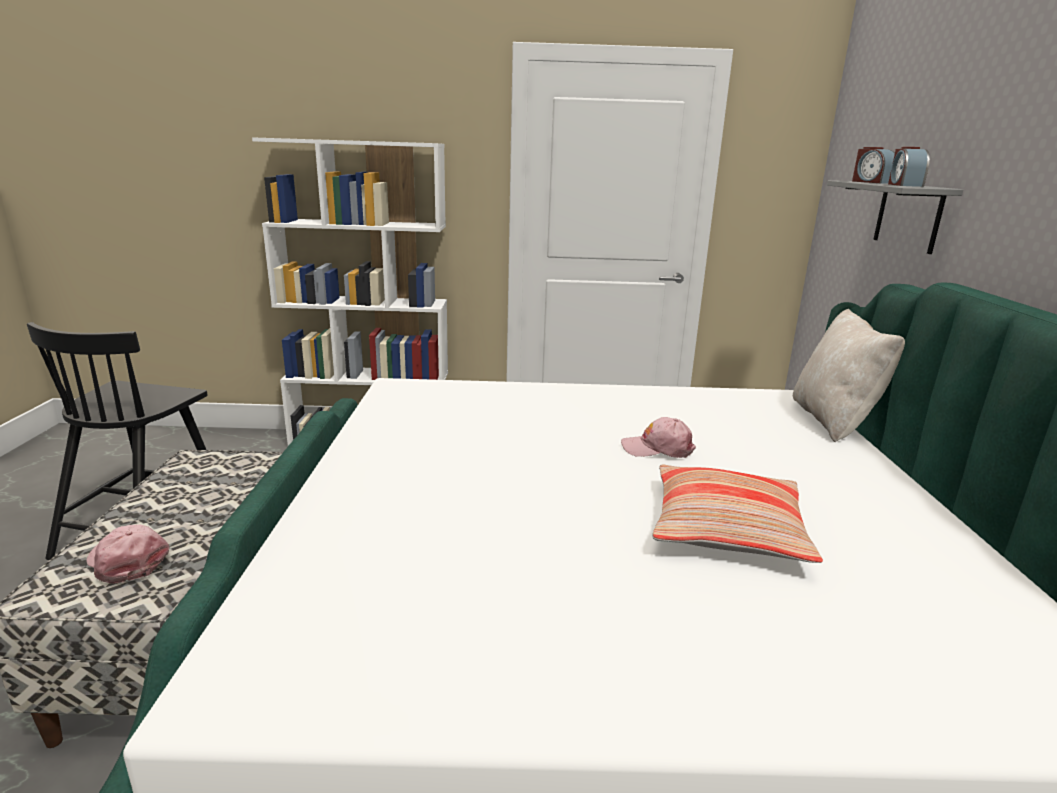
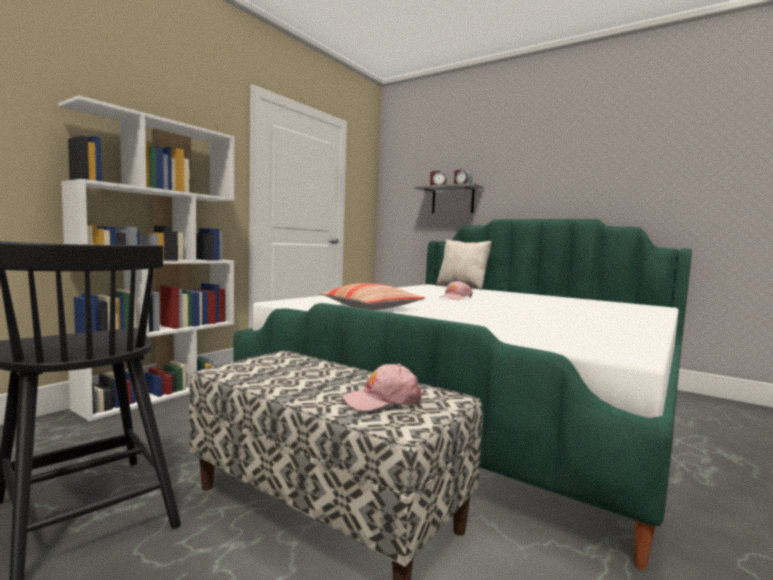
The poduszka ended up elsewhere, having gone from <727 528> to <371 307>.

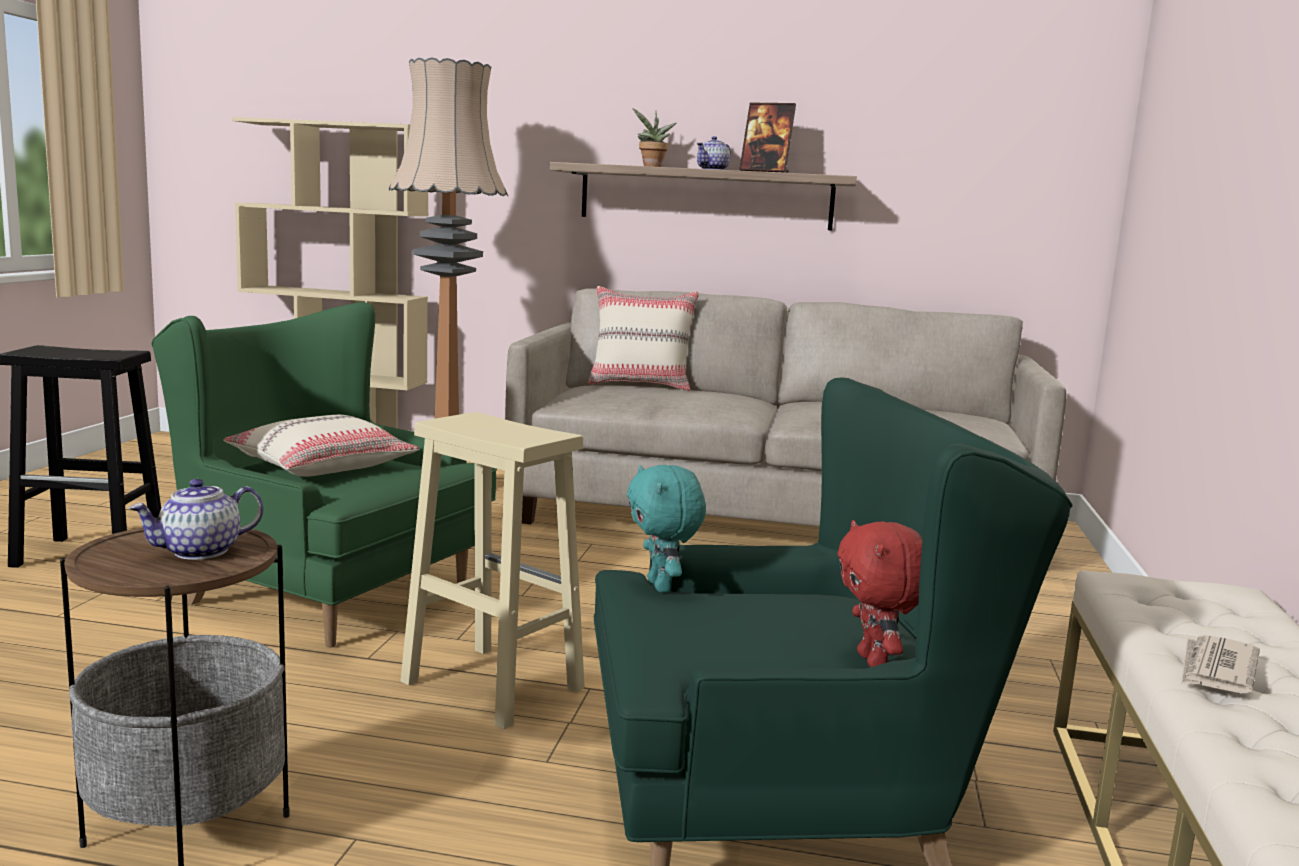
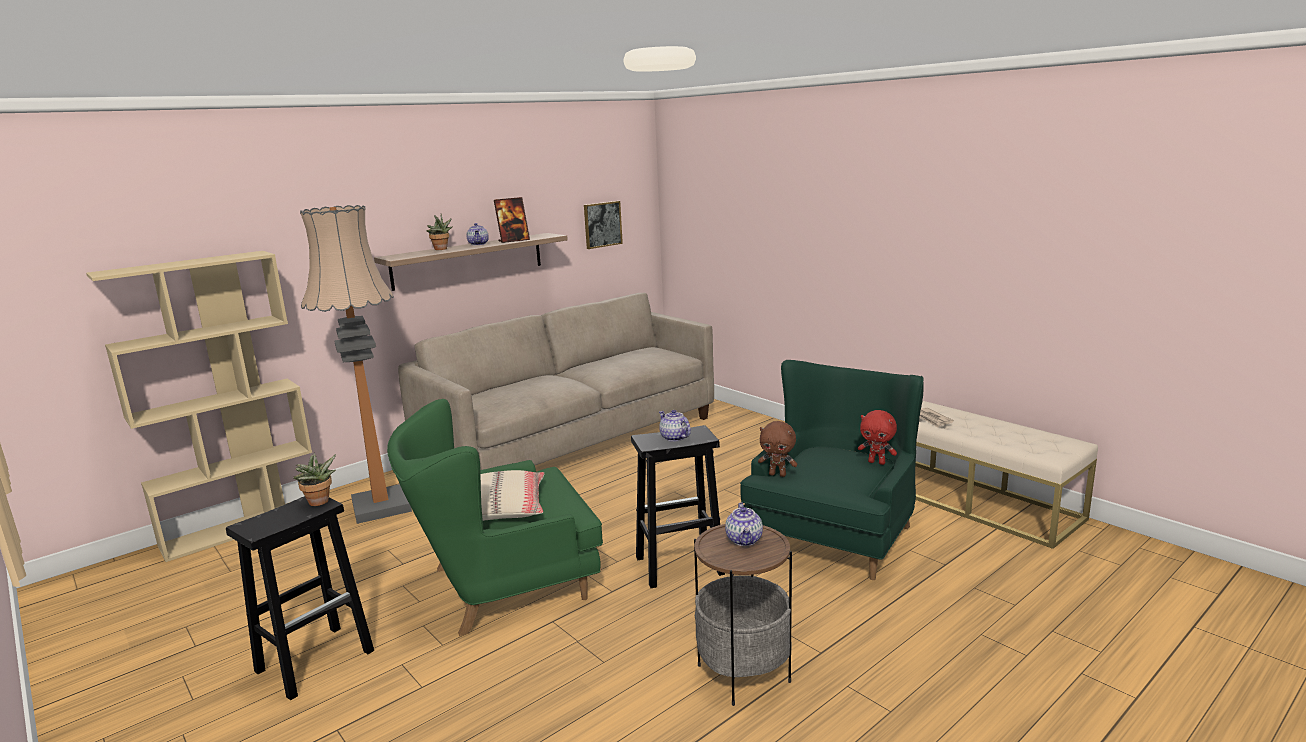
The second view lost the poduszka [beżowy] at <641 385>.
What was the stołek [beżowy] at <490 684> turned into the stołek [czarny] at <678 566>.
What was the pluszak [turkusowy] at <662 586> turned into the pluszak [brązowy] at <778 474>.
The second view gained the obraz at <602 224>.
The second view gained the imbryk at <674 437>.
The second view gained the roślina doniczkowa at <319 503>.

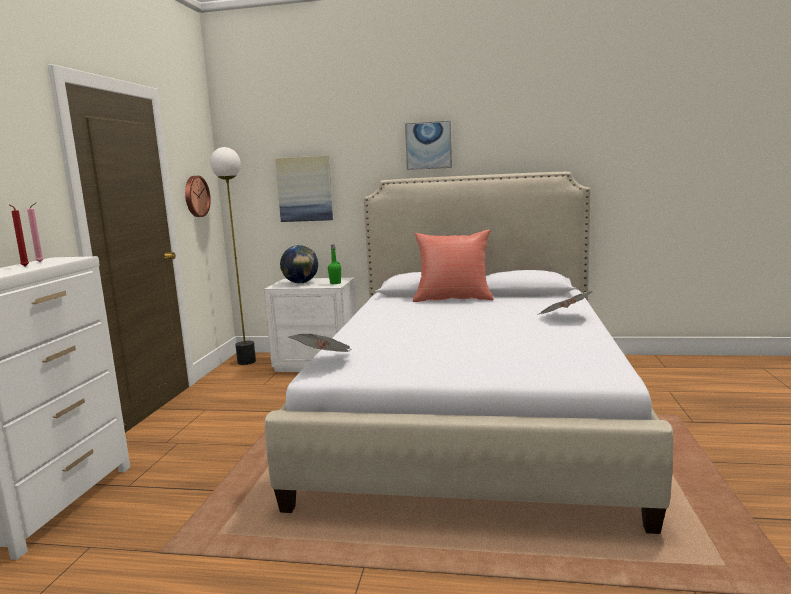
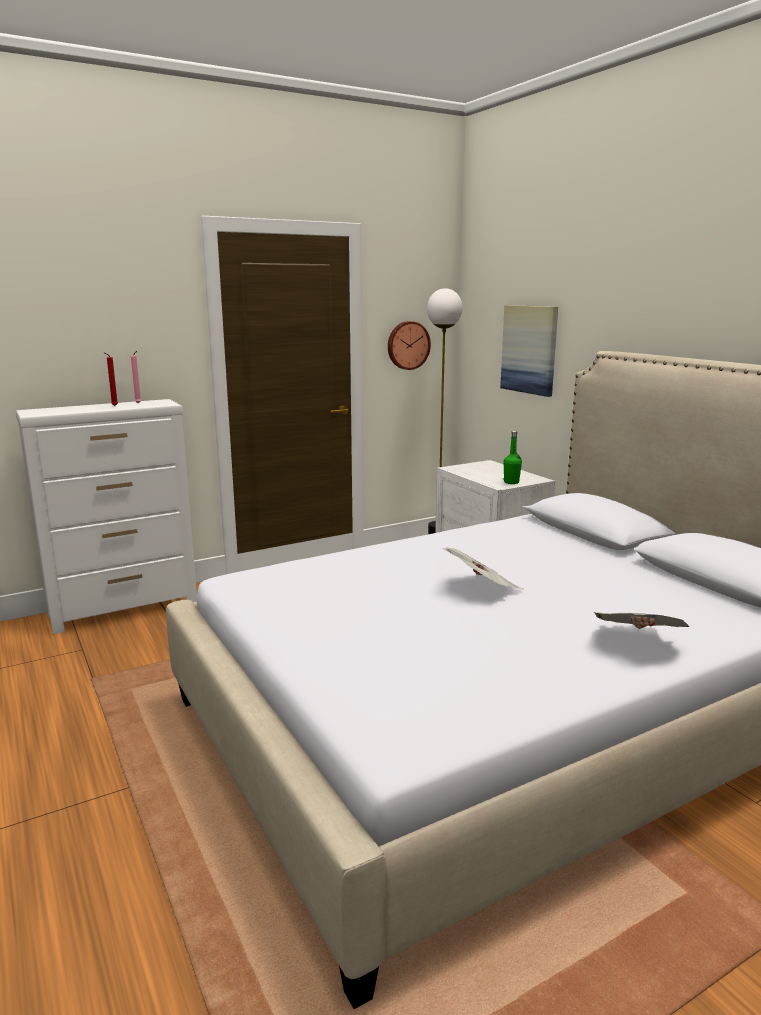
The second view lost the obraz at <428 145>.
The second view lost the poduszka [czerwony] at <453 298>.
The second view lost the globus at <300 283>.
The gazeta ended up elsewhere, having gone from <324 360> to <482 588>.

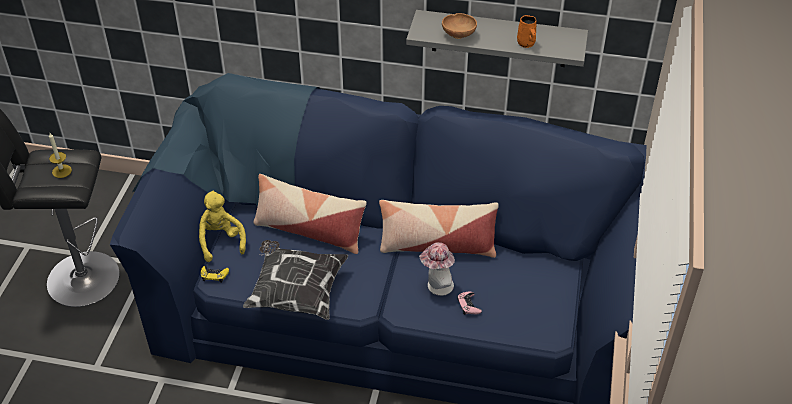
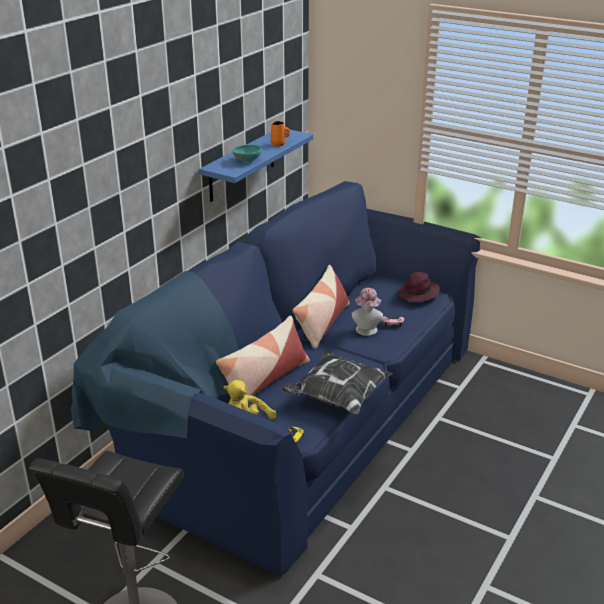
What was the półka [szary] at <499 39> turned into the półka [niebieski] at <242 165>.
What was the miska [brązowy] at <459 34> turned into the miska [turkusowy] at <247 160>.
The second view lost the świeca at <62 171>.
The second view gained the kapelusz [fioletowy] at <418 294>.

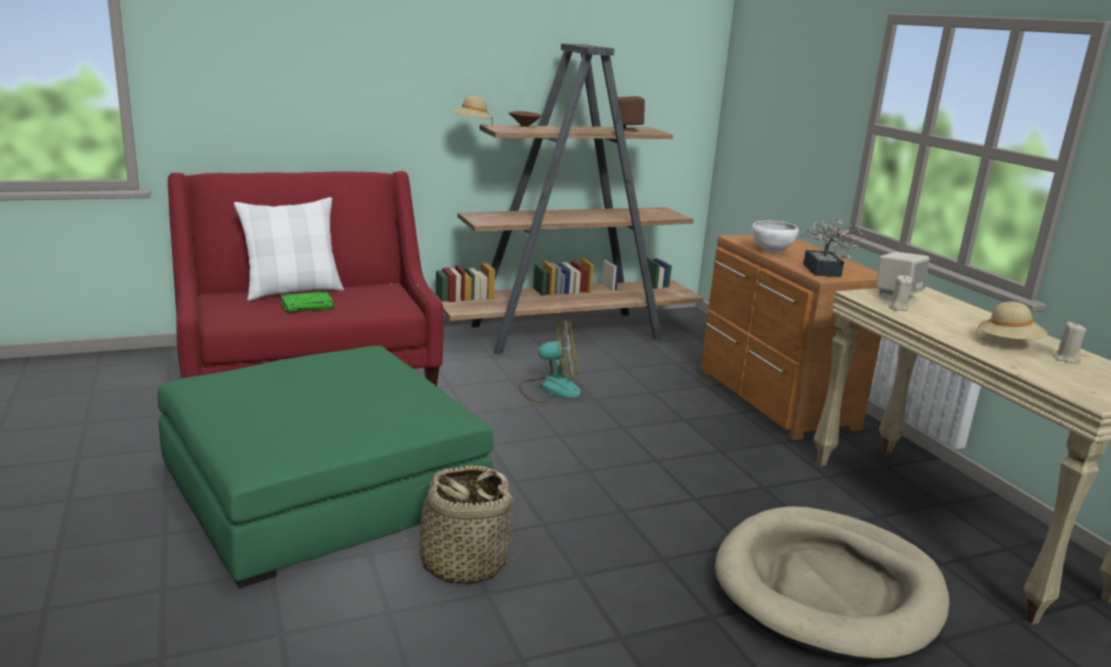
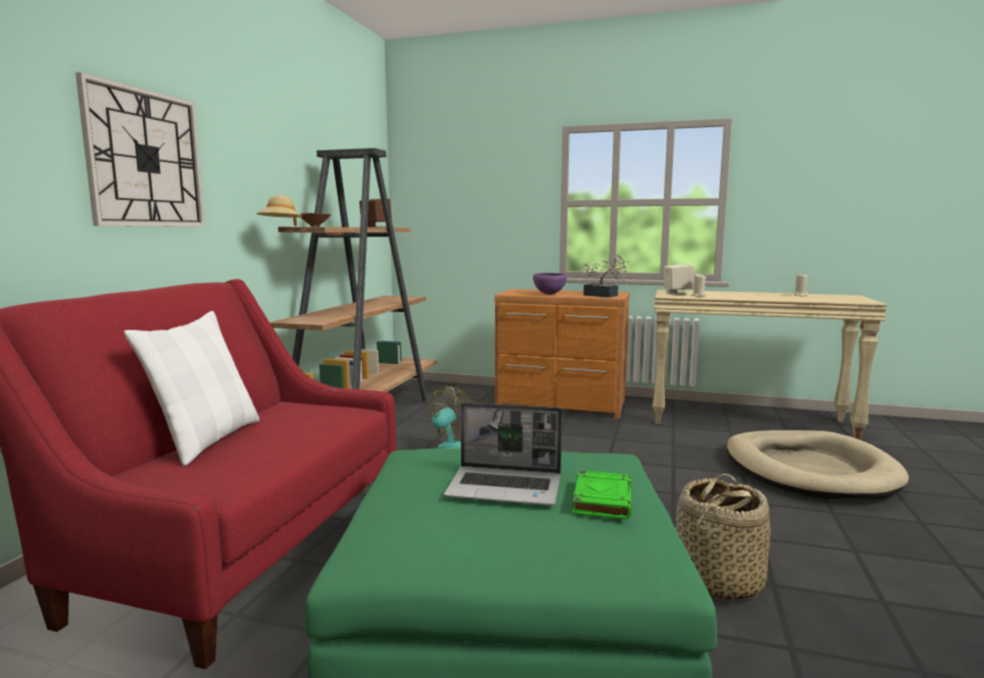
What was the miska [biały] at <771 252> turned into the miska [fioletowy] at <549 294>.
The książka [zielony] ended up elsewhere, having gone from <307 306> to <602 499>.
The second view lost the kapelusz [beżowy] at <1008 344>.
The second view gained the zegar ścienny at <145 159>.
The second view gained the laptop at <506 488>.

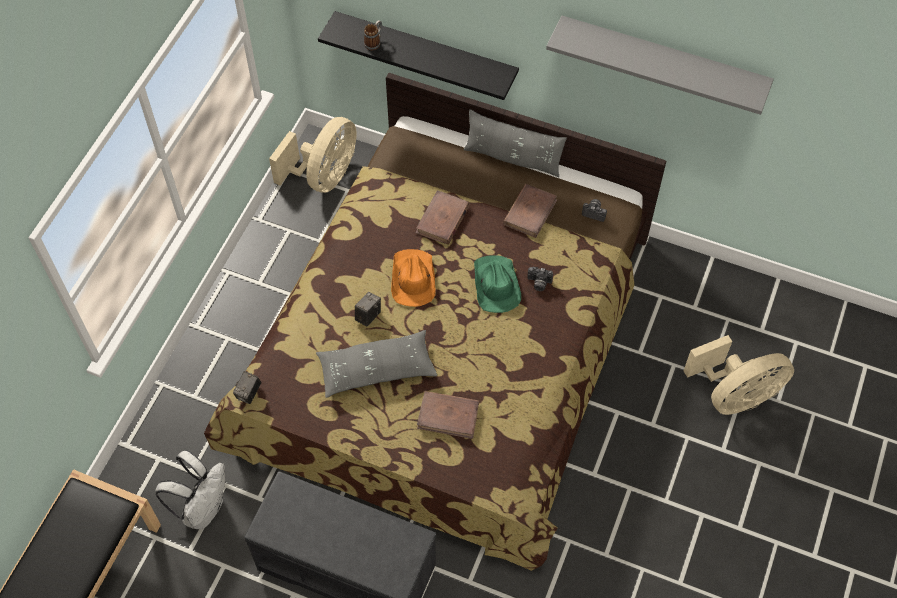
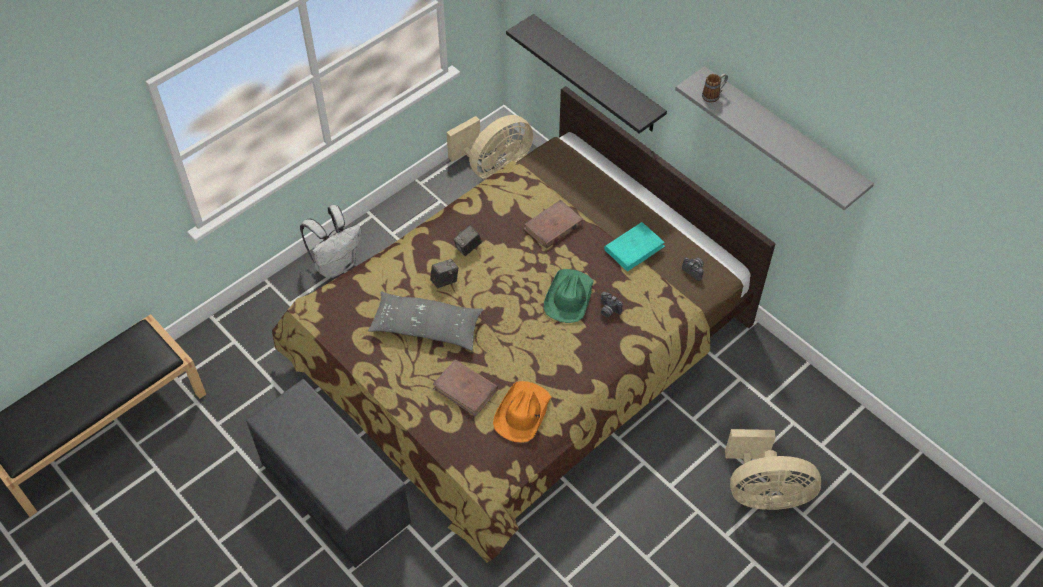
The kubek ended up elsewhere, having gone from <374 42> to <713 95>.
The second view lost the poduszka [szary] at <513 158>.
What was the książka [brązowy] at <530 212> turned into the książka [turkusowy] at <634 248>.
The kapelusz [pomarańczowy] ended up elsewhere, having gone from <413 279> to <522 413>.
The aparat fotograficzny ended up elsewhere, having gone from <249 393> to <468 248>.
The plecak [biały] ended up elsewhere, having gone from <203 508> to <336 264>.

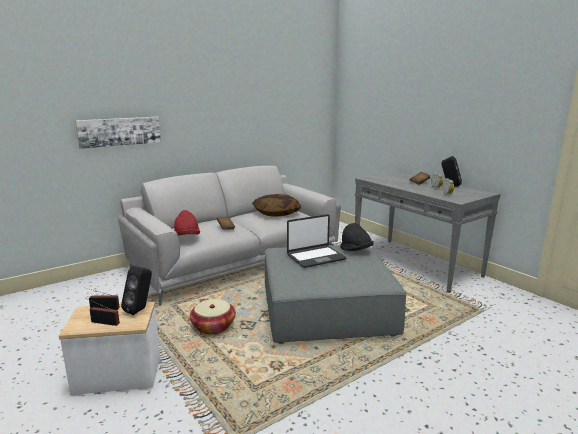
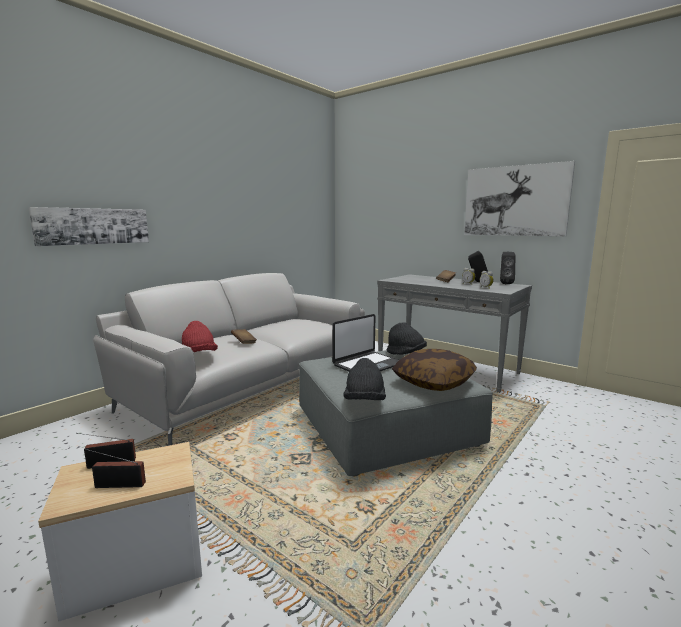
The poduszka ended up elsewhere, having gone from <276 213> to <433 382>.
The głośnik [czarny] ended up elsewhere, having gone from <140 309> to <505 284>.
The second view lost the koszyk at <213 326>.
The second view gained the obraz at <515 201>.
The second view gained the kapelusz [czarny] at <364 402>.

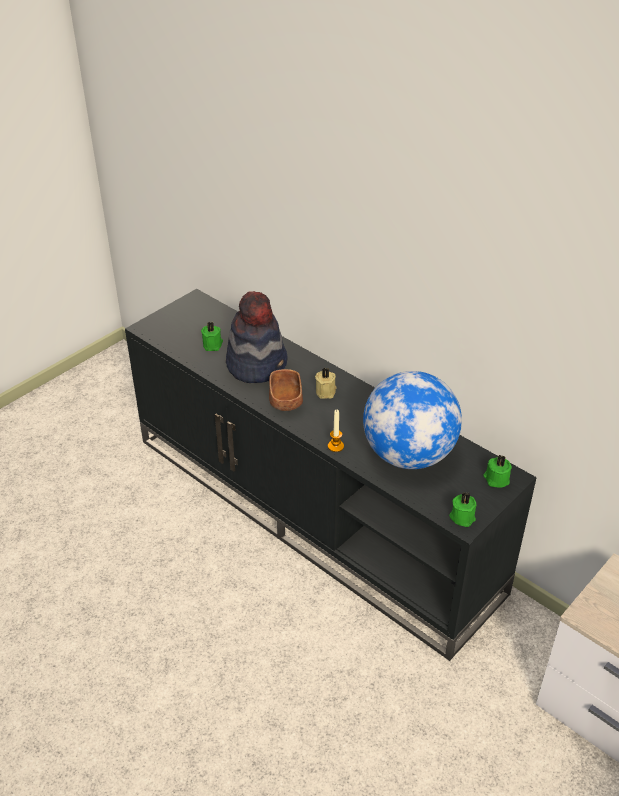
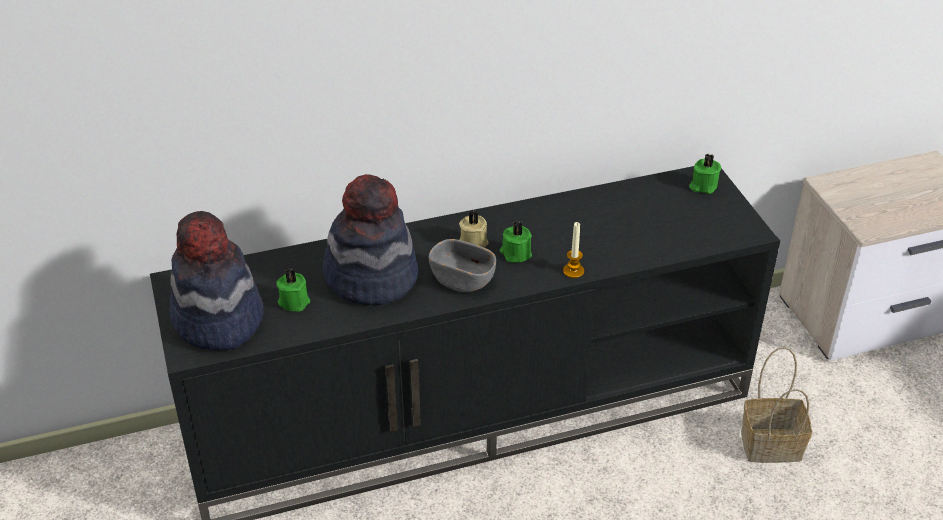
What was the miska [brązowy] at <285 401> turned into the miska [szary] at <462 279>.
The second view lost the globus at <408 455>.
The świeca [zielony] ended up elsewhere, having gone from <462 516> to <515 253>.
The second view gained the kapelusz at <217 319>.
The second view gained the koszyk at <772 444>.

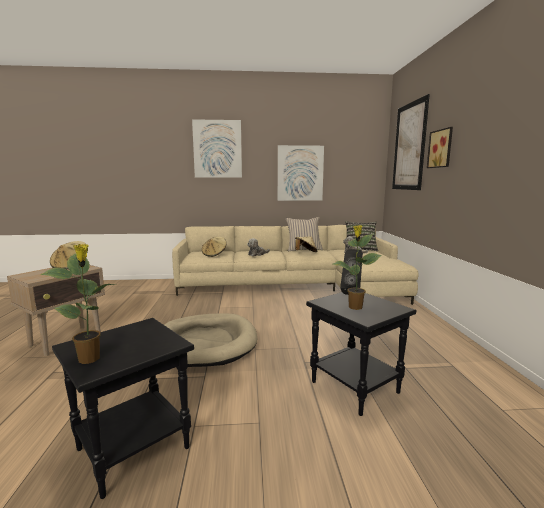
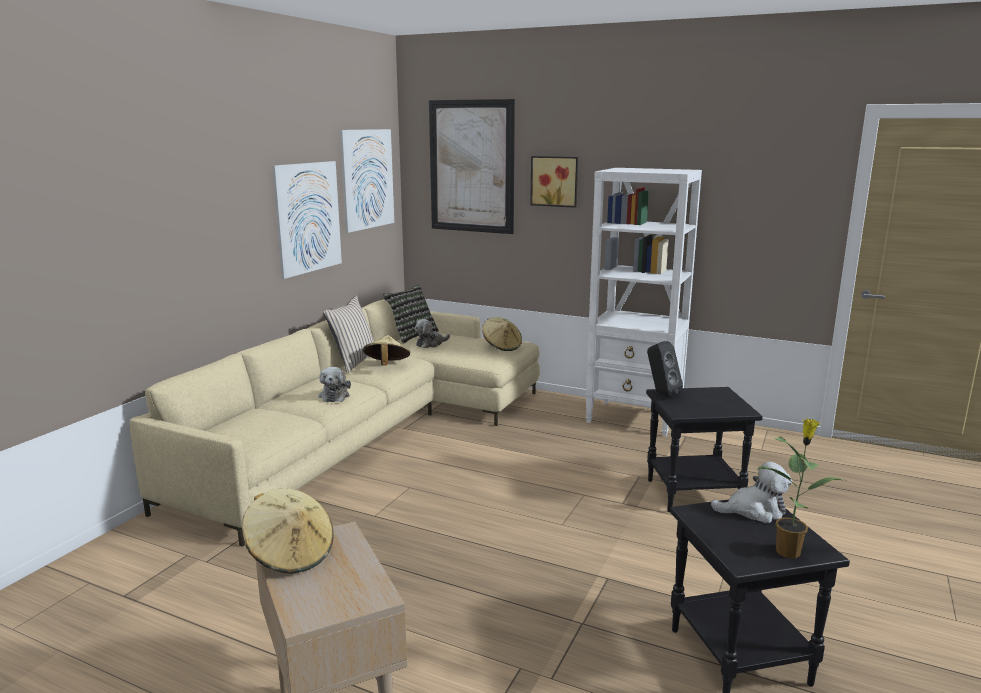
The obraz ended up elsewhere, having gone from <217 149> to <367 179>.
The second view lost the roślina doniczkowa at <355 307>.
The kapelusz [beżowy] ended up elsewhere, having gone from <214 254> to <501 346>.
The second view lost the legowisko [beżowy] at <206 343>.
The second view gained the regał [biały] at <634 418>.
The second view gained the pluszak at <754 511>.

